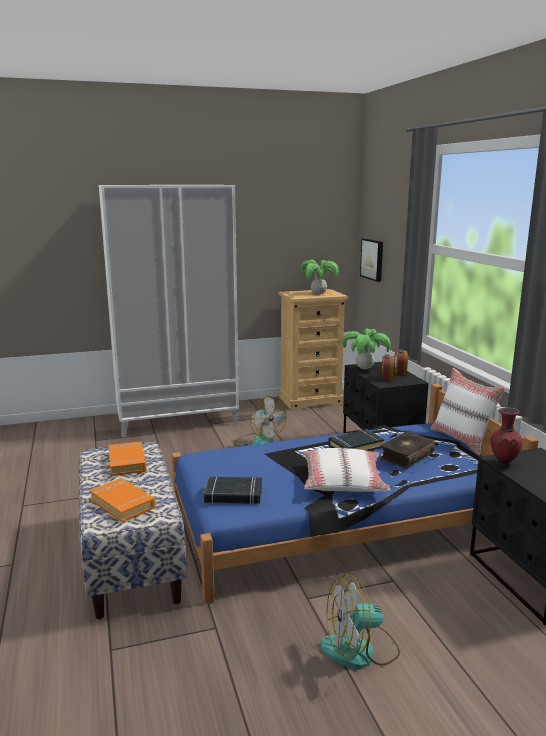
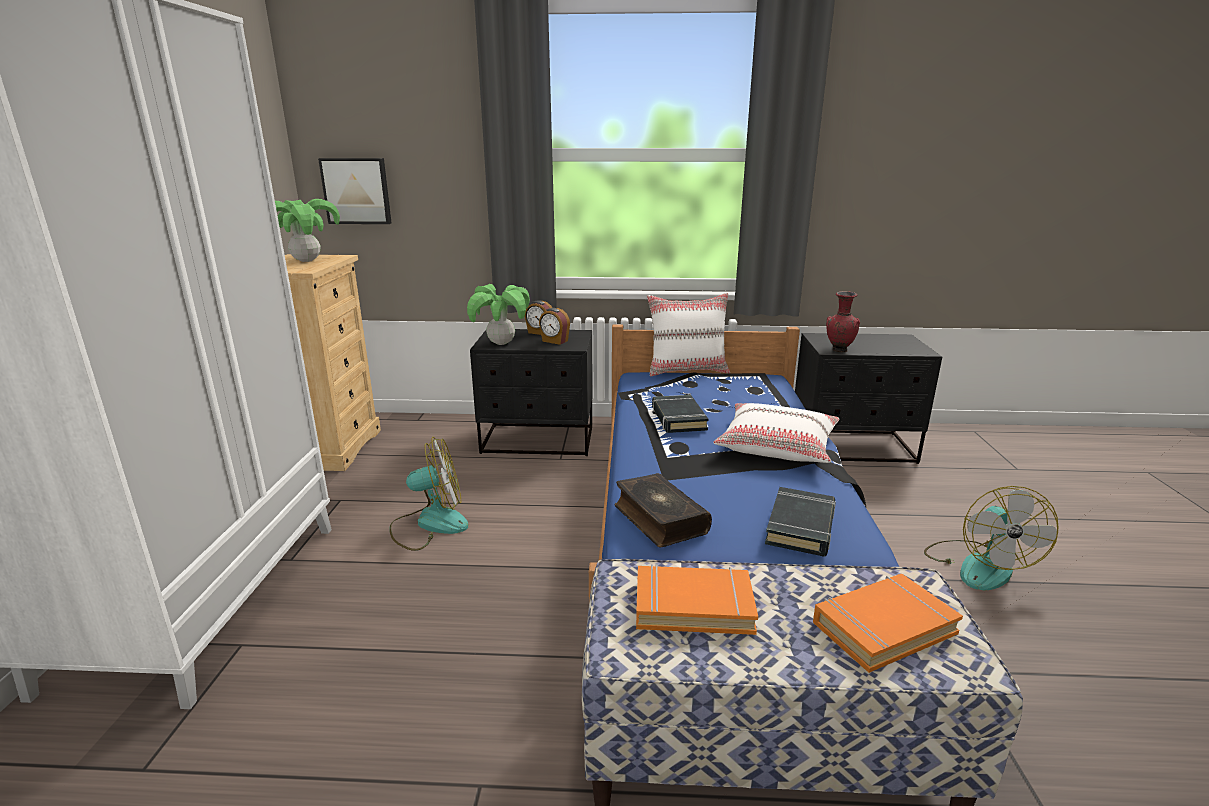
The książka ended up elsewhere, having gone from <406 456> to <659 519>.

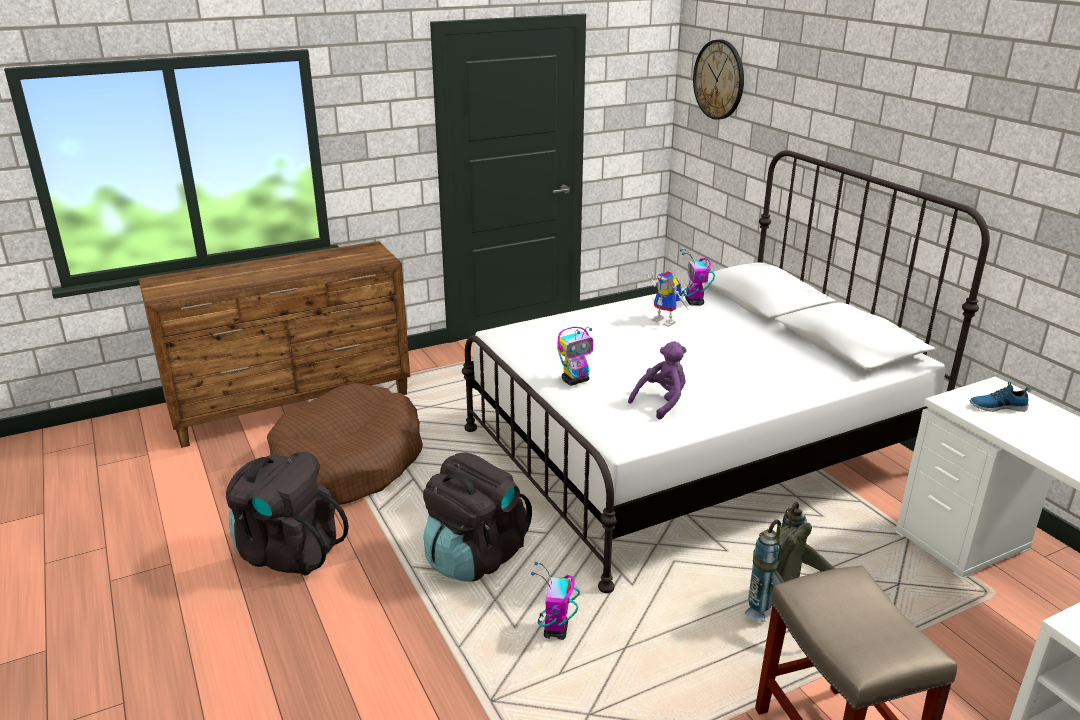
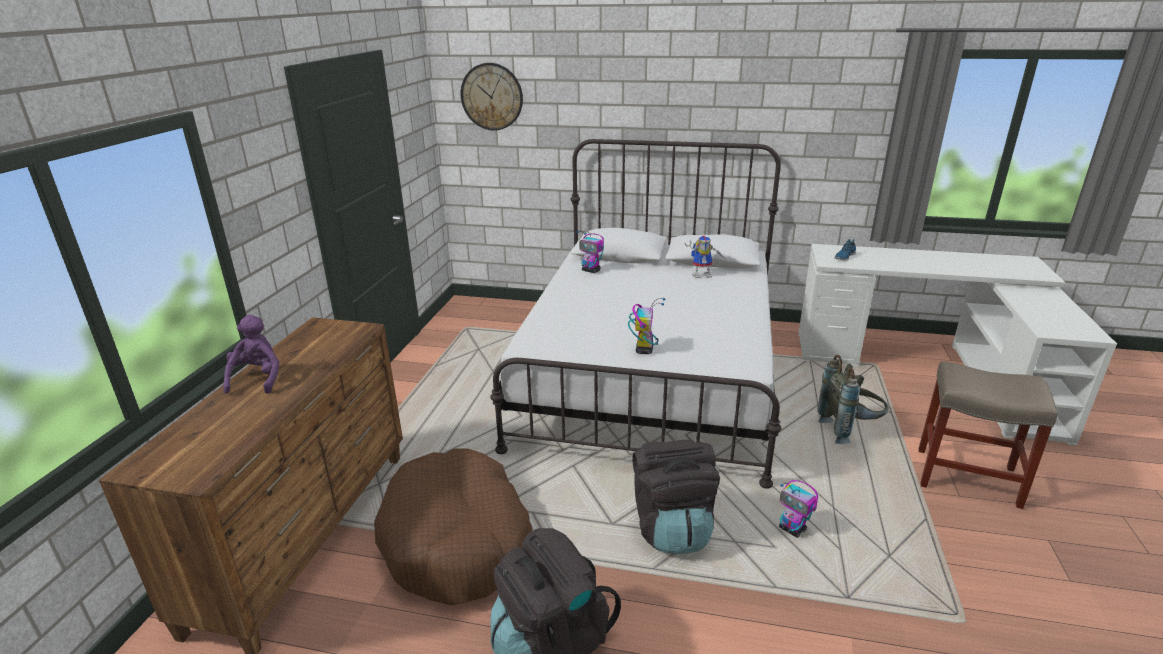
The robot zabawkowy ended up elsewhere, having gone from <667 321> to <702 275>.
The pluszak [fioletowy] ended up elsewhere, having gone from <661 402> to <258 379>.

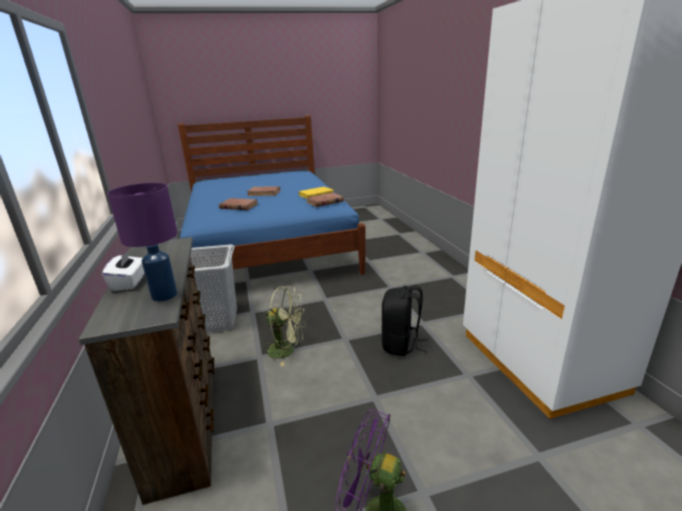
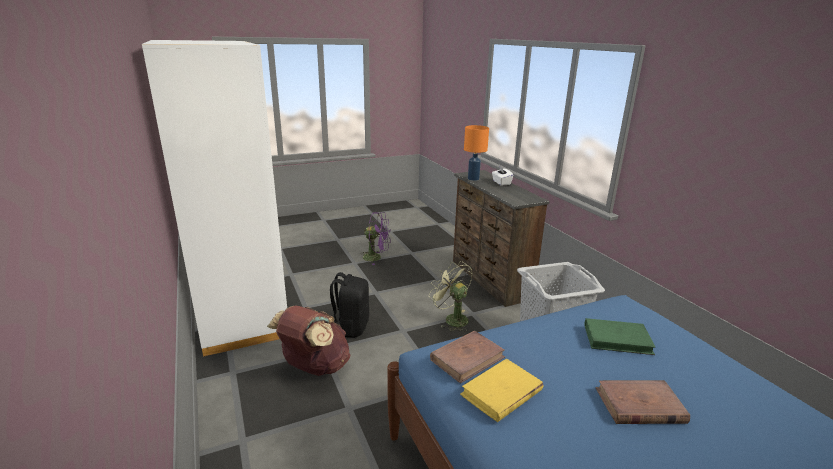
What was the lampa stołowa [fioletowy] at <163 295> turned into the lampa stołowa [pomarańczowy] at <473 179>.
What was the książka [brązowy] at <238 206> turned into the książka [zielony] at <617 339>.
The wentylator [zielony] at <287 350> ended up facing another way, 45 degrees clockwise from before.
The second view gained the plecak [brązowy] at <314 367>.

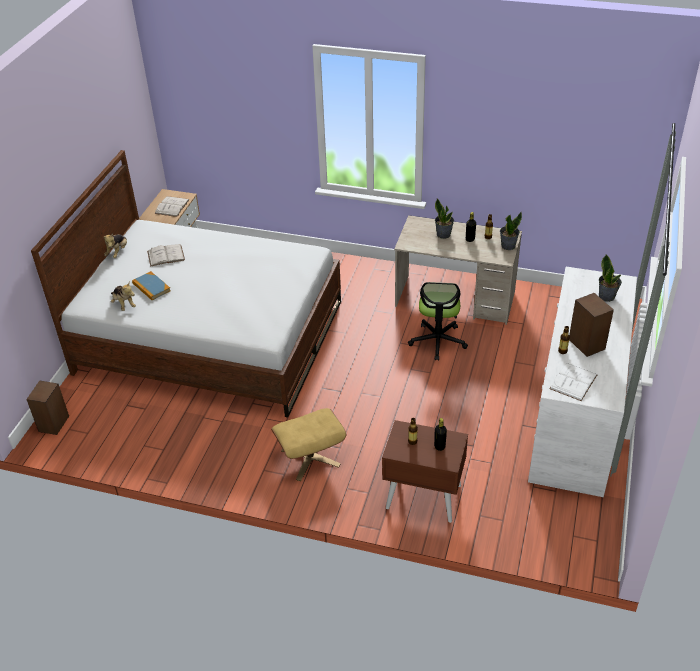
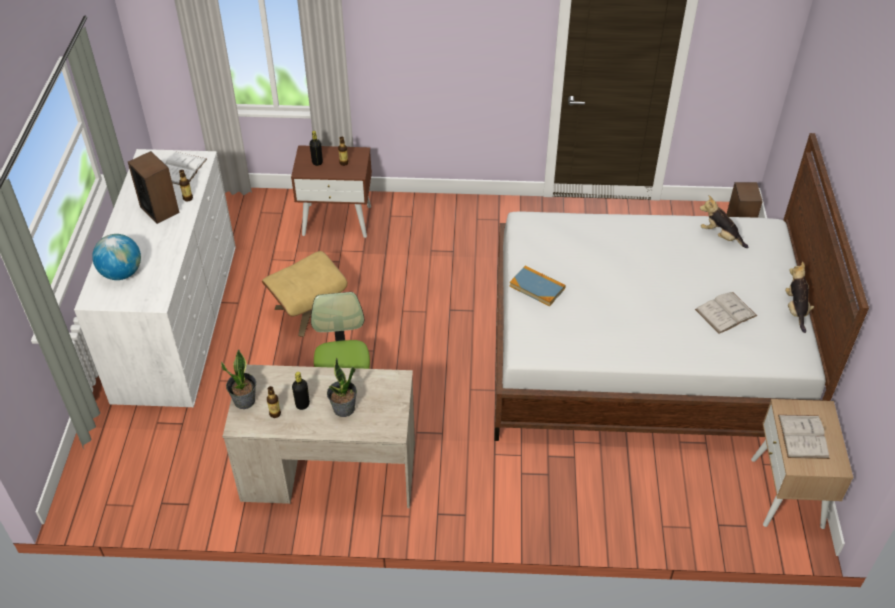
Where the roślina doniczkowa stood at <607 296>, the globus came to stand at <121 273>.
The książka ended up elsewhere, having gone from <151 287> to <537 287>.
The pufa [beżowy] ended up elsewhere, having gone from <310 458> to <308 310>.

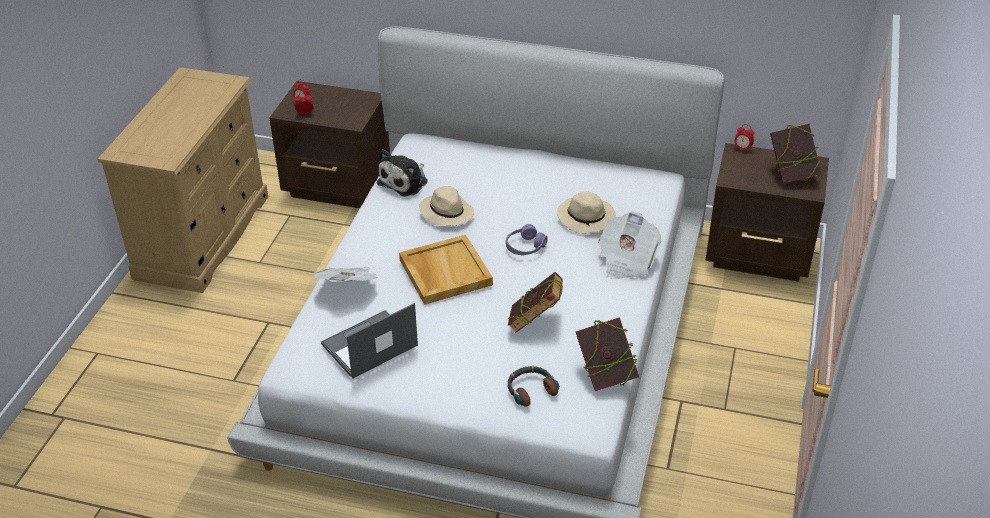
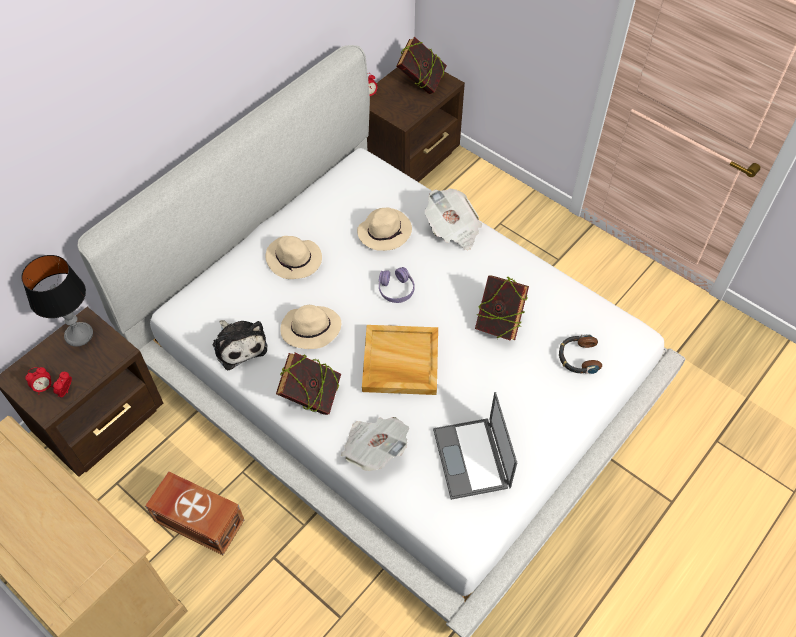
The książka ended up elsewhere, having gone from <605 375> to <311 398>.
The second view gained the kapelusz [beżowy] at <295 260>.
The second view gained the lampa stołowa at <79 335>.
The second view gained the pojemnik do przechowywania [brązowy] at <199 519>.

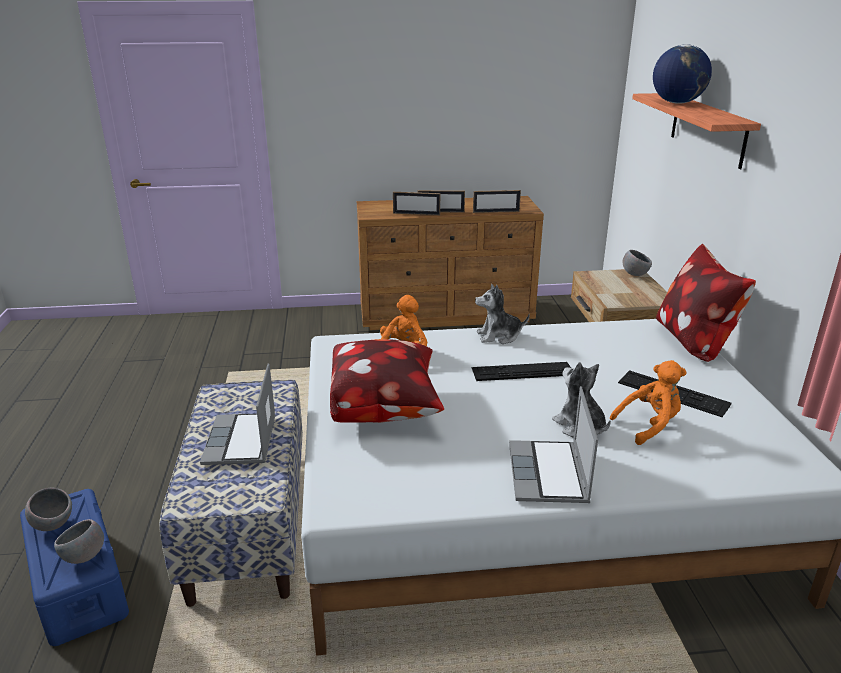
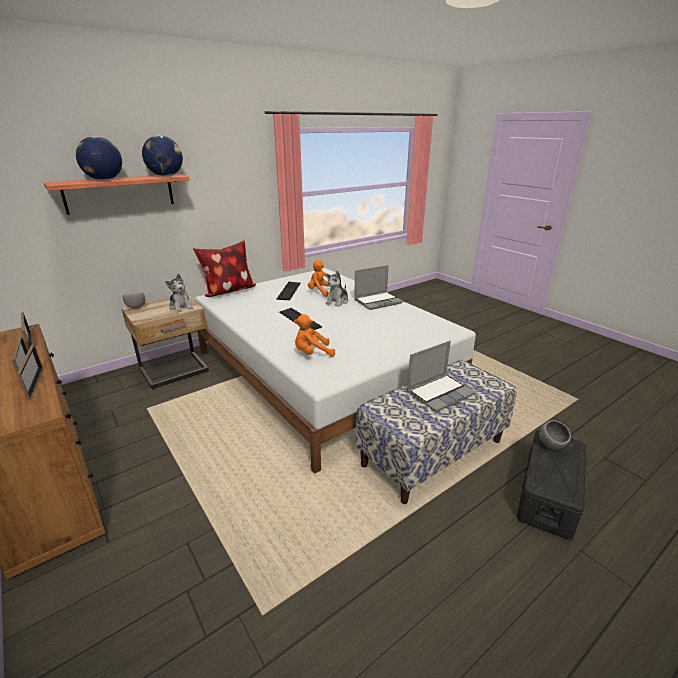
The pluszak ended up elsewhere, having gone from <499 336> to <181 307>.
The second view lost the poduszka at <385 408>.
The second view lost the miska [szary] at <53 524>.
What was the pojemnik do przechowywania [niebieski] at <79 583> turned into the pojemnik do przechowywania [czarny] at <548 495>.
The second view gained the globus at <166 176>.

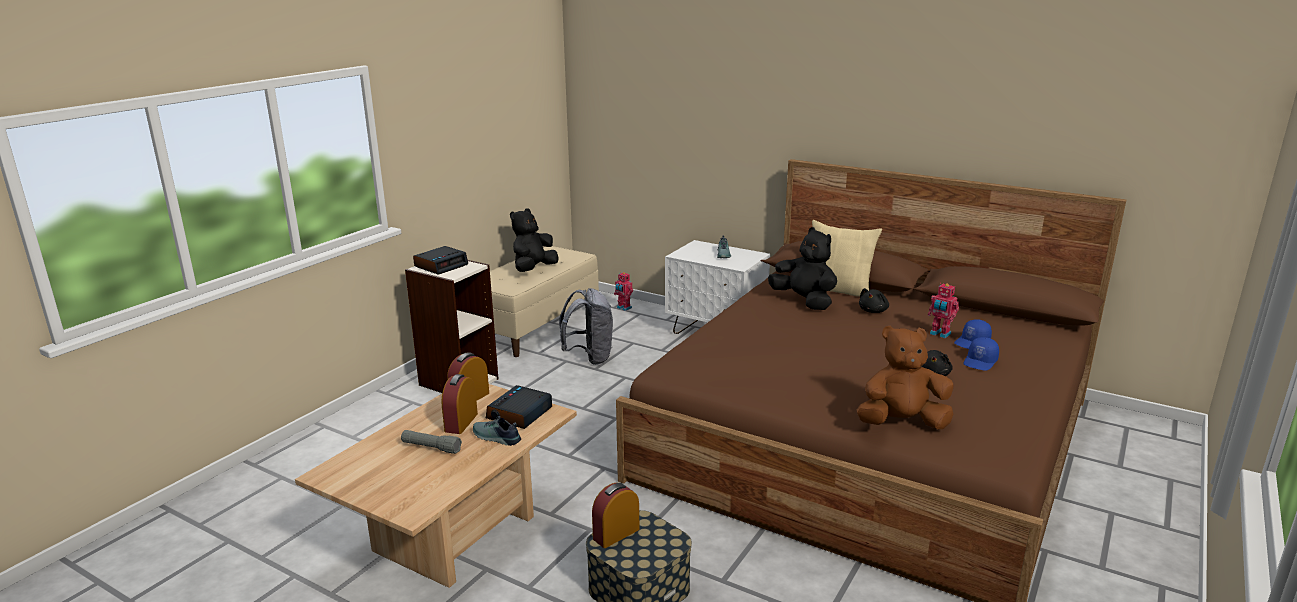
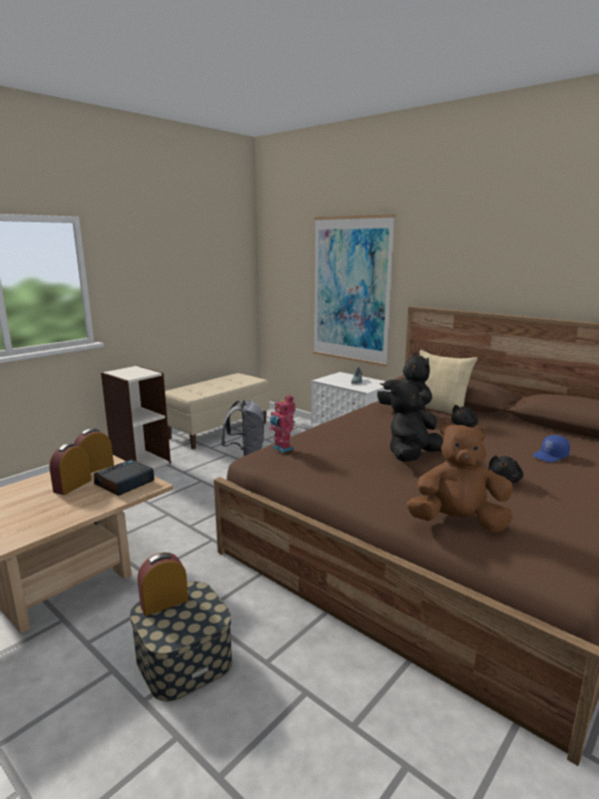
The pluszak [czarny] ended up elsewhere, having gone from <533 269> to <412 456>.
The second view lost the budzik at <441 265>.
The robot zabawkowy ended up elsewhere, having gone from <939 334> to <281 449>.
The second view lost the czapka z daszkiem [niebieski] at <980 362>.
The second view lost the but at <495 438>.
The second view lost the latarka [szary] at <431 448>.
The second view gained the obraz at <351 290>.

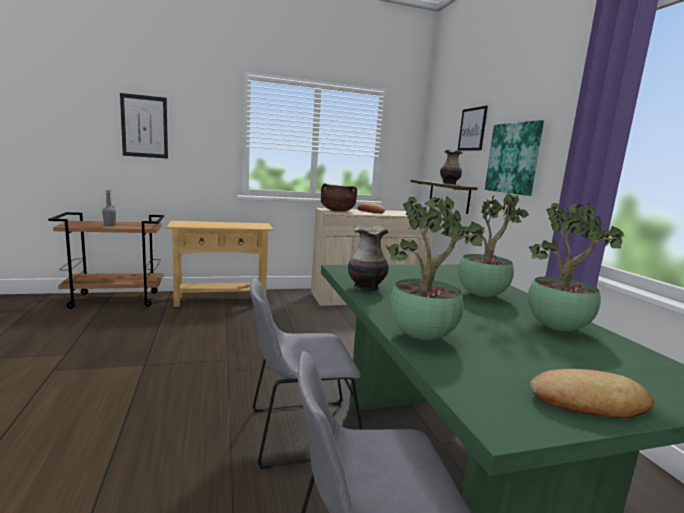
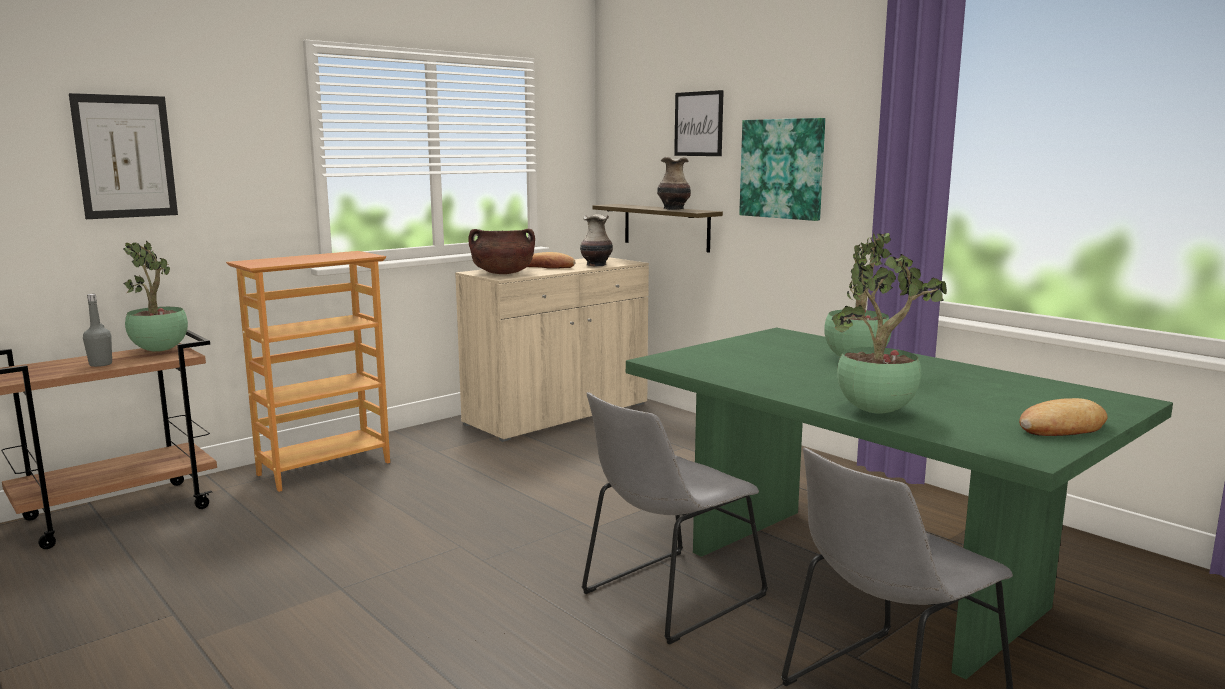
The roślina doniczkowa ended up elsewhere, having gone from <558 329> to <161 351>.
Where the stolik konsolowy [beżowy] stood at <221 300>, the regał came to stand at <324 468>.
The wazon ended up elsewhere, having gone from <365 288> to <596 265>.

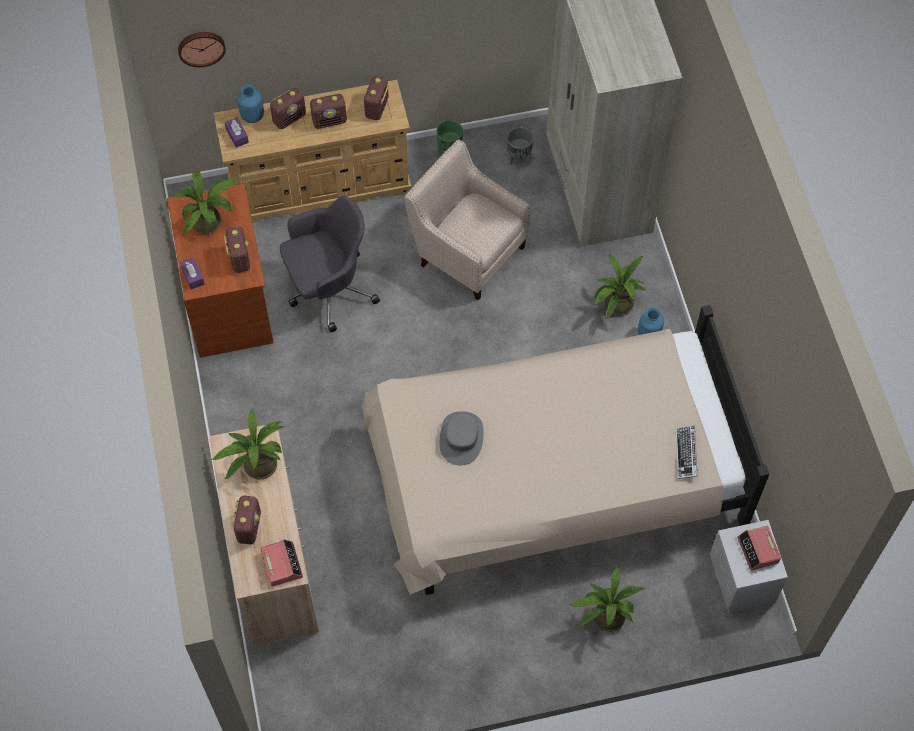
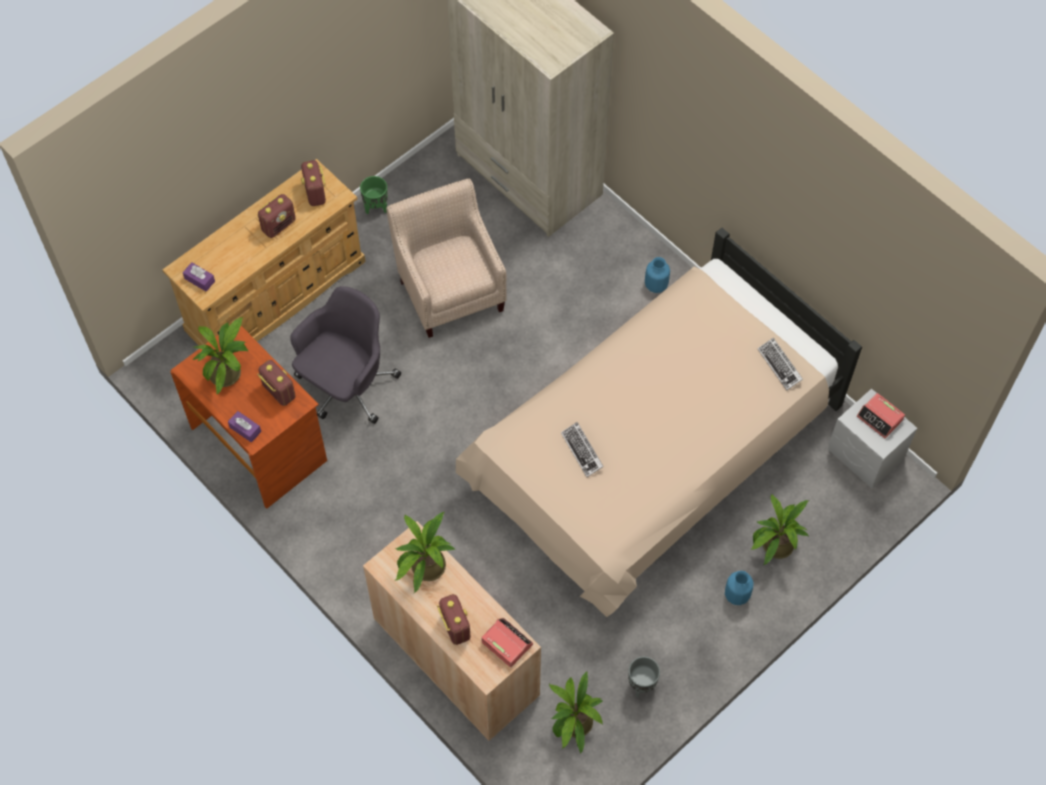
The second view lost the zegar ścienny at <201 47>.
The wazon [niebieski] ended up elsewhere, having gone from <252 116> to <737 595>.
The second view lost the radio at <289 118>.
The donica [szary] ended up elsewhere, having gone from <518 158> to <641 685>.
The fotel [beżowy] at <468 250> ended up facing another way, 60 degrees clockwise from before.
The roślina doniczkowa ended up elsewhere, having gone from <615 306> to <573 726>.
Where the kapelusz [szary] stood at <461 438>, the klawiatura came to stand at <582 451>.

